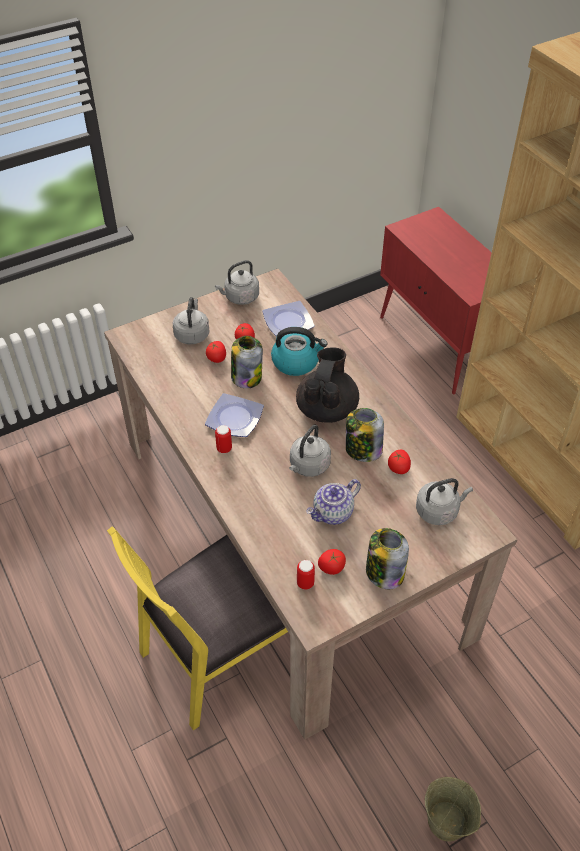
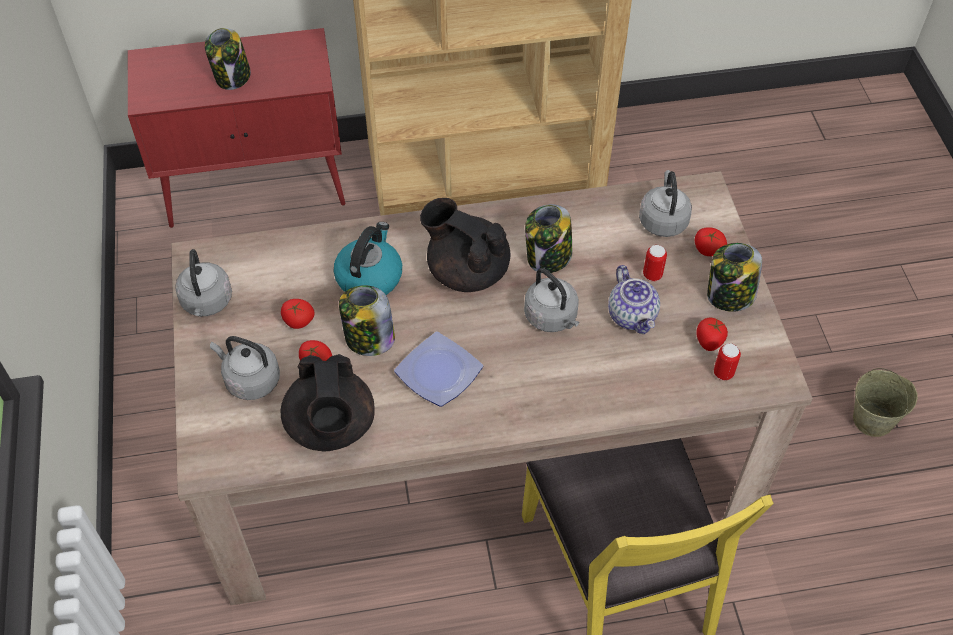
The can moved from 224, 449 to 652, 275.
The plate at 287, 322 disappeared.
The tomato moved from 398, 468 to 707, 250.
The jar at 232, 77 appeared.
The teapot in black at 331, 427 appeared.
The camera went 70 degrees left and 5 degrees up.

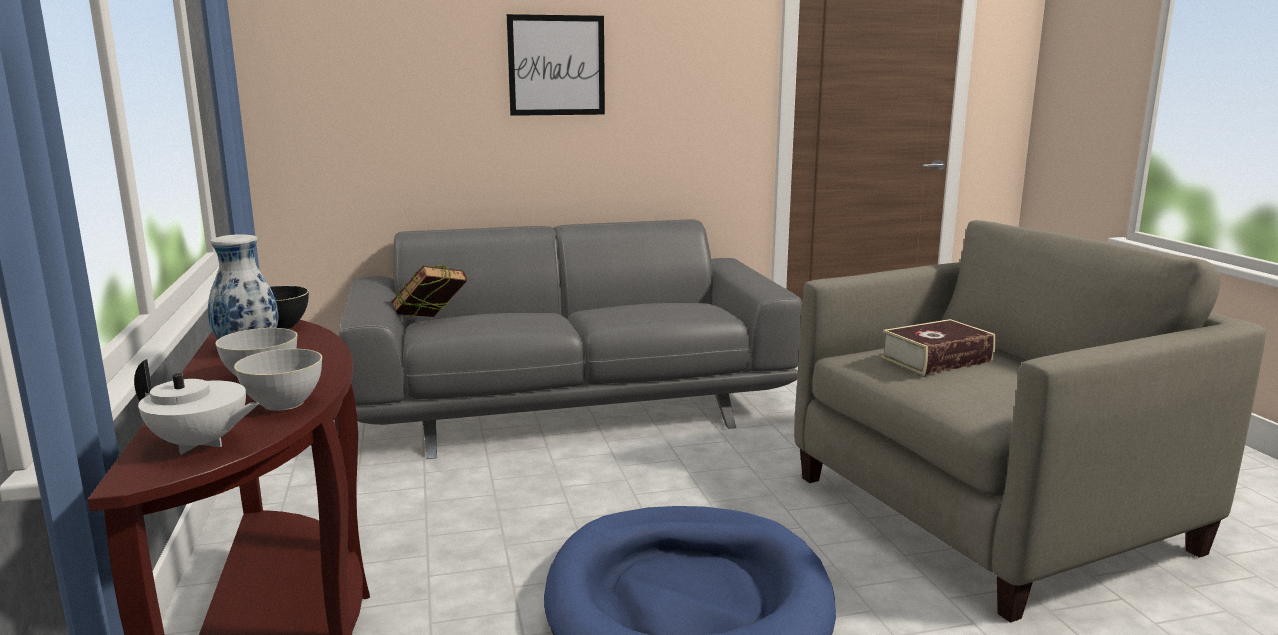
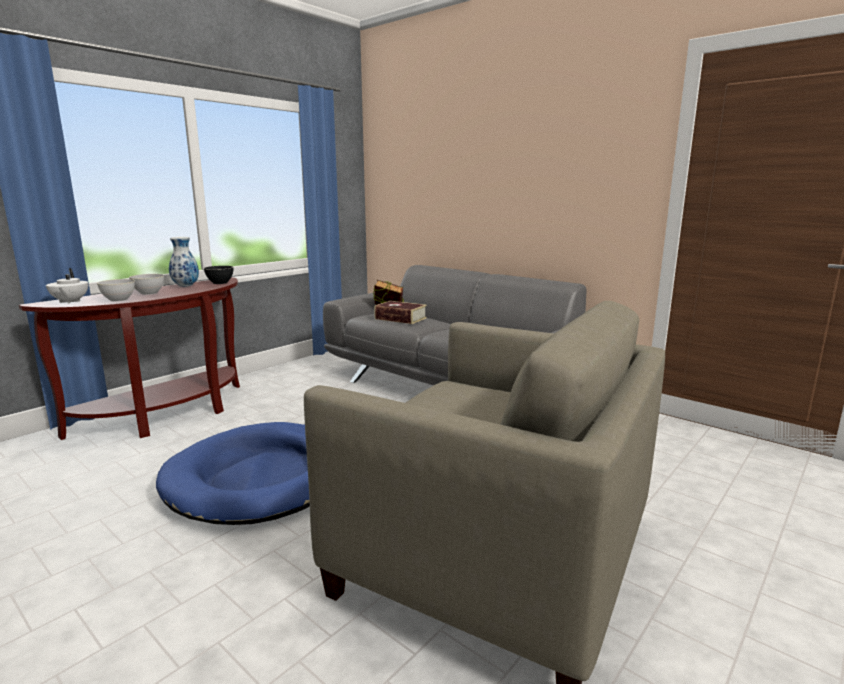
The picture at 556, 65 disappeared.
The book moved from 936, 359 to 400, 318.
The camera went 55 degrees right and 0 degrees up.

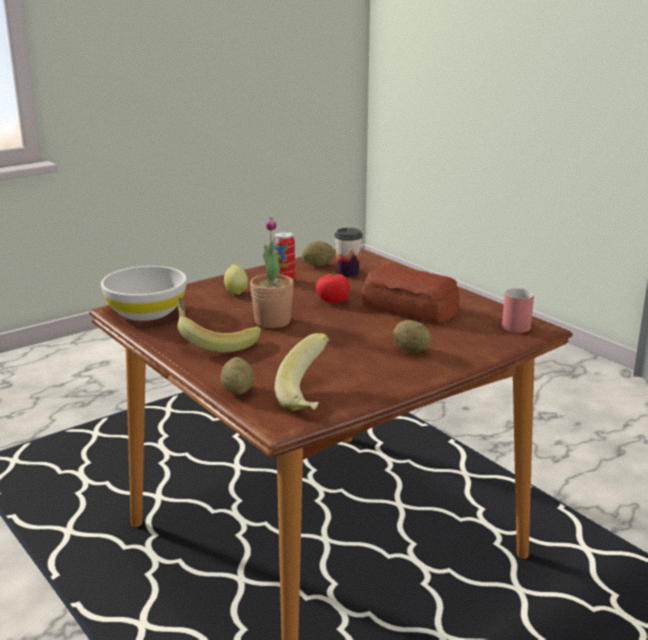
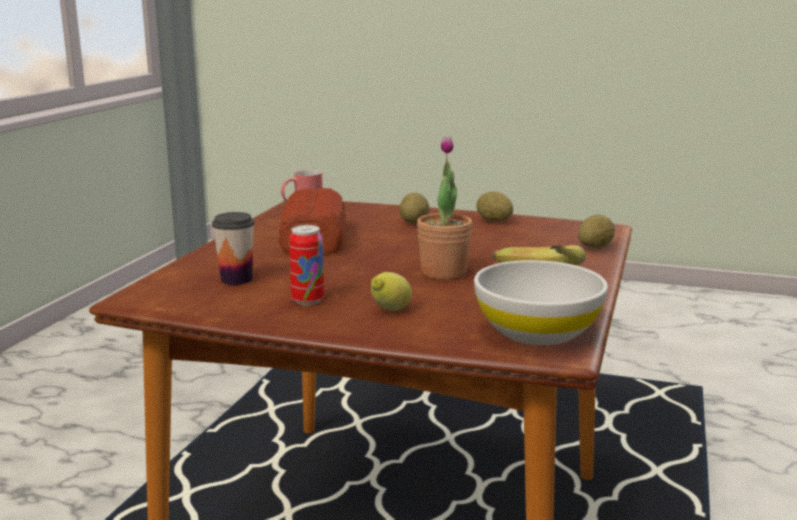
The banana at 310, 397 disappeared.
The potato moved from 318, 265 to 494, 221.
The tomato at 333, 300 disappeared.
The camera went 125 degrees left and 5 degrees down.

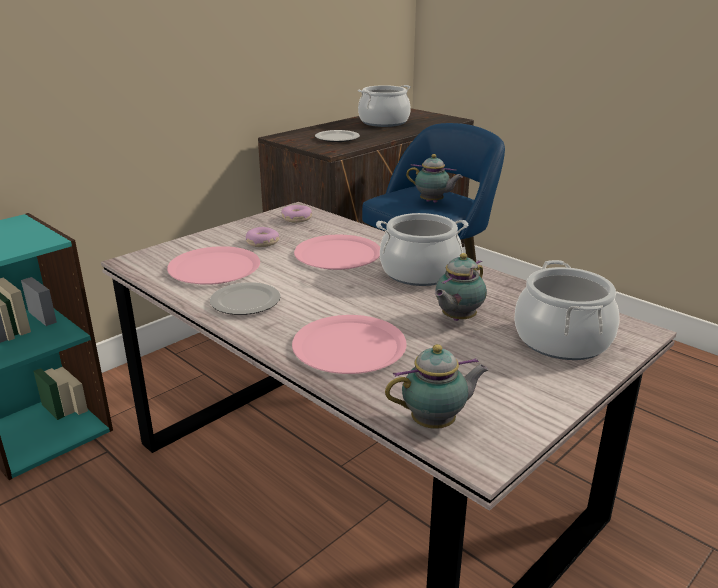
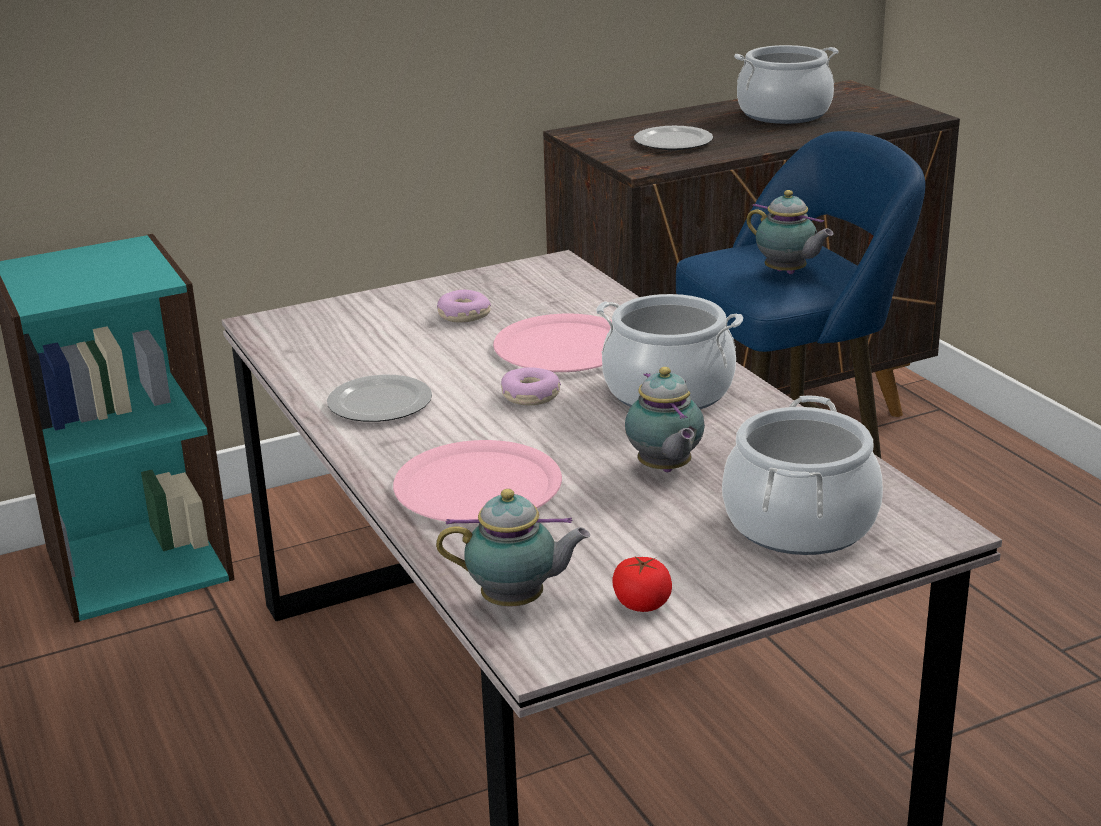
The plate in pink at 214, 268 disappeared.
The donut moved from 297, 219 to 531, 396.
The teapot at 456, 319 turned 75 degrees counterclockwise.
The tomato at 642, 603 appeared.
The camera went 20 degrees right and 0 degrees up.

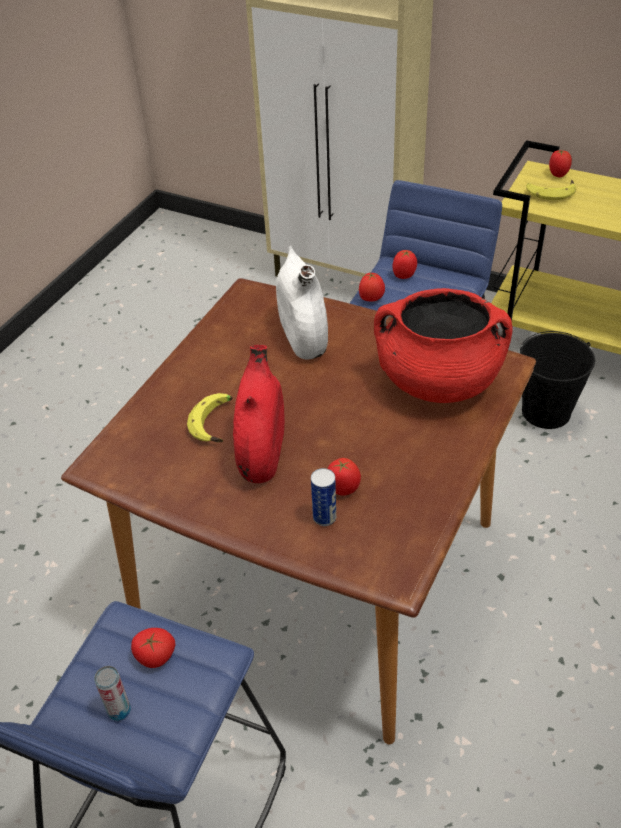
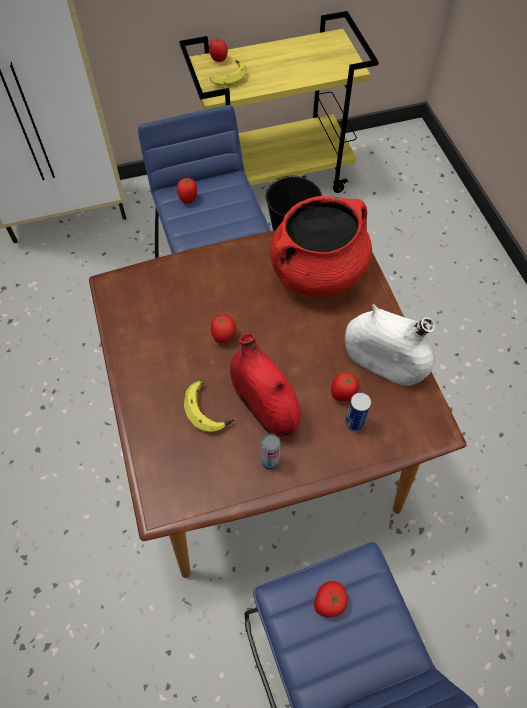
The can moved from 119, 710 to 270, 461.
The vase in white moved from 303, 336 to 383, 363.
The tomato moved from 371, 299 to 224, 336.
The camera went 45 degrees left and 15 degrees up.

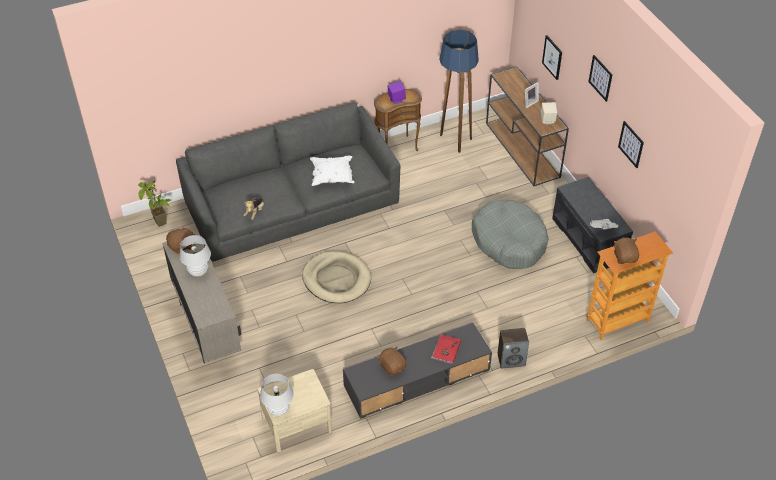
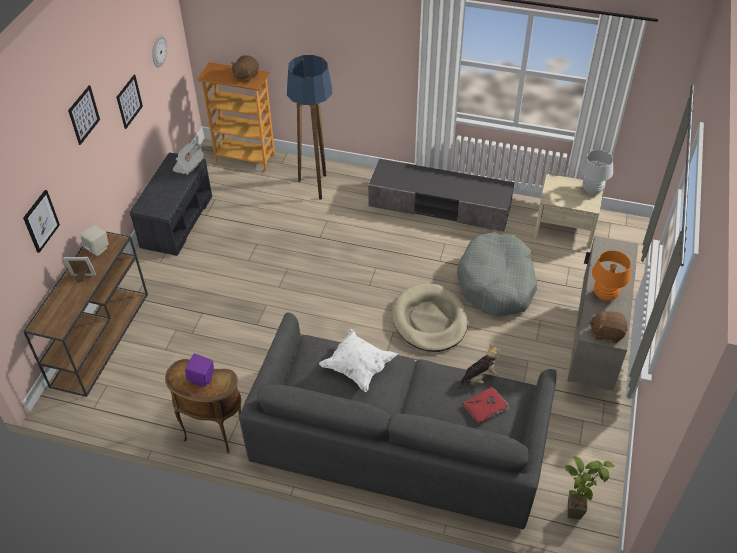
The table lamp in white at 198, 271 became the table lamp in orange at 605, 295.
The plush toy in brown at 392, 366 disappeared.
The book in red moved from 446, 350 to 485, 407.
The floor lamp moved from 454, 140 to 316, 187.
The dog bed in grey moved from 509, 241 to 496, 283.
The speaker at 511, 359 disappeared.
The wall clock at 158, 51 appeared.
The camera went 140 degrees left and 0 degrees up.

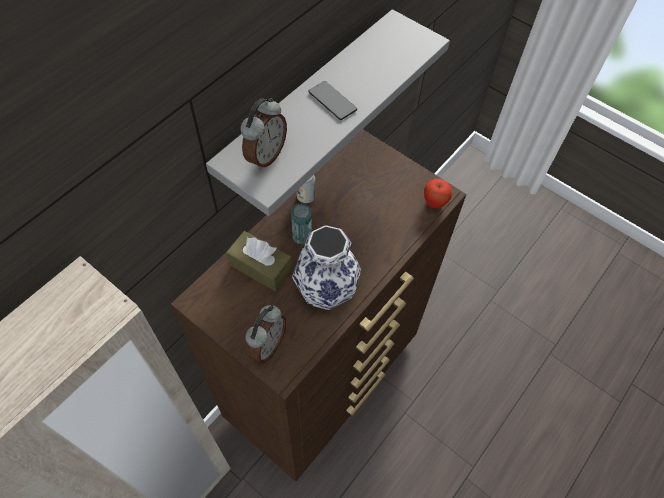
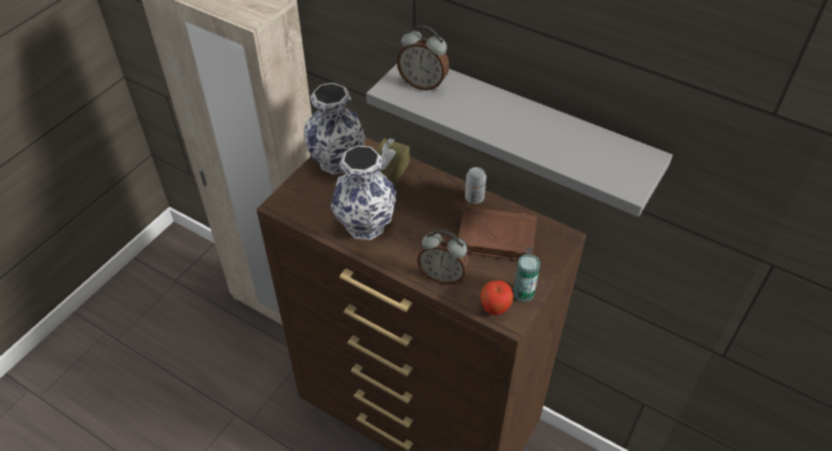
The alarm clock moved from 267, 345 to 443, 276.
The can moved from 302, 236 to 523, 293.
The phone at 332, 101 disappeared.
The vase at 336, 161 appeared.
The book in brown at 495, 238 appeared.
The camera went 85 degrees right and 10 degrees down.

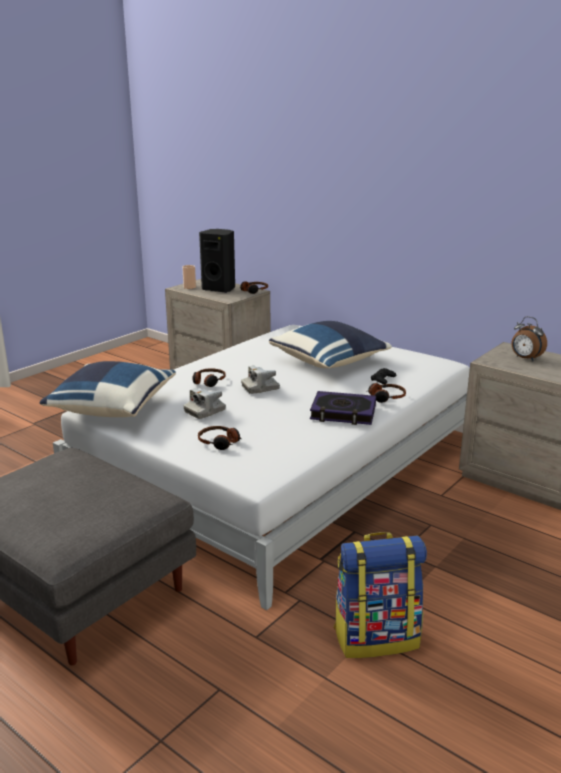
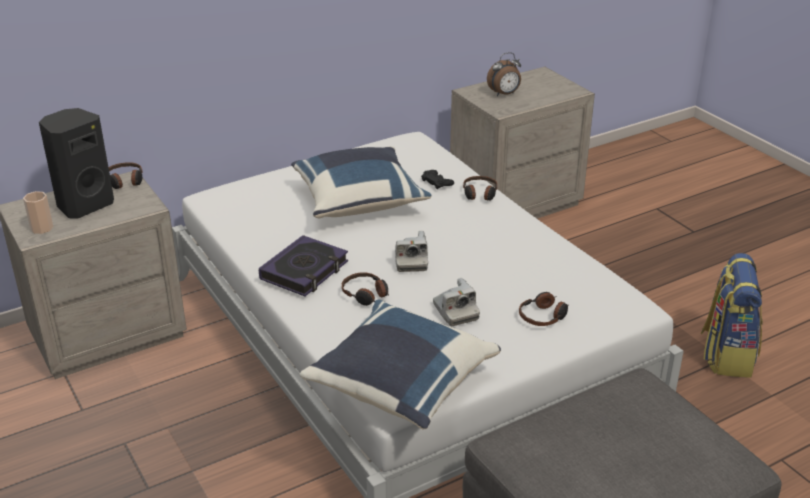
The book moved from 343, 413 to 304, 271.
The camera went 70 degrees left and 10 degrees up.

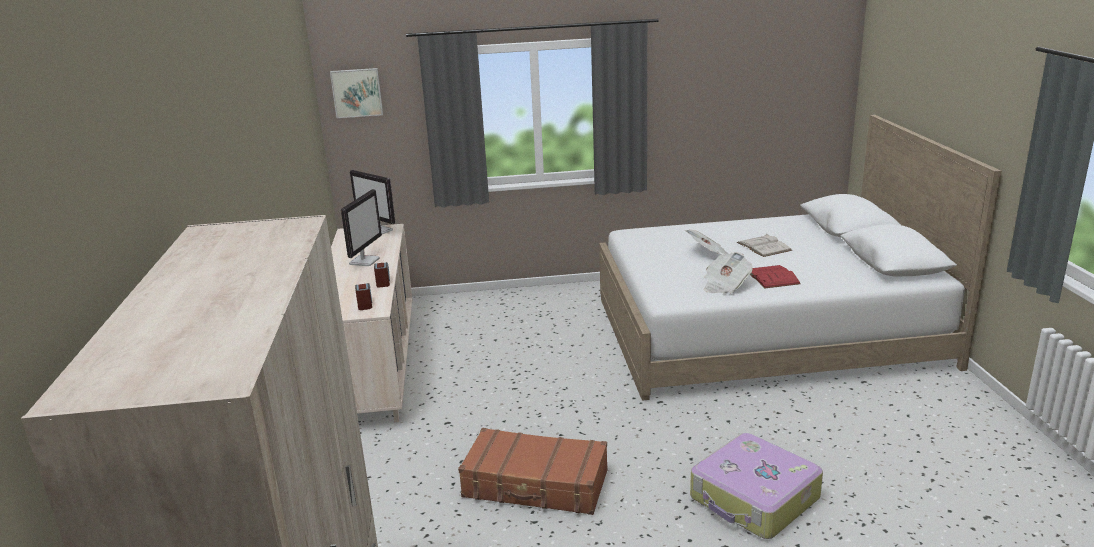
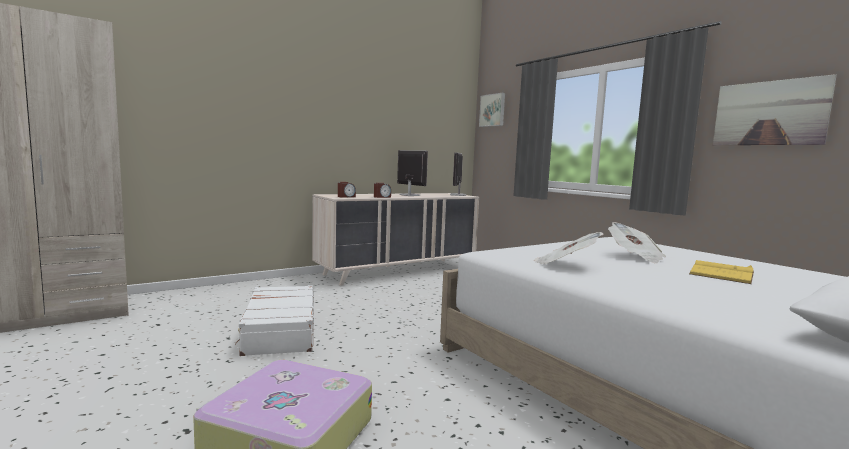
The monitor at 364, 261 turned 120 degrees counterclockwise.
The suitcase in brown at 535, 485 became the suitcase in white at 279, 331.
The book in white at 764, 246 became the book in yellow at 722, 273.
The book in red at 772, 277 disappeared.
The picture at 769, 113 appeared.
The camera went 60 degrees right and 15 degrees down.

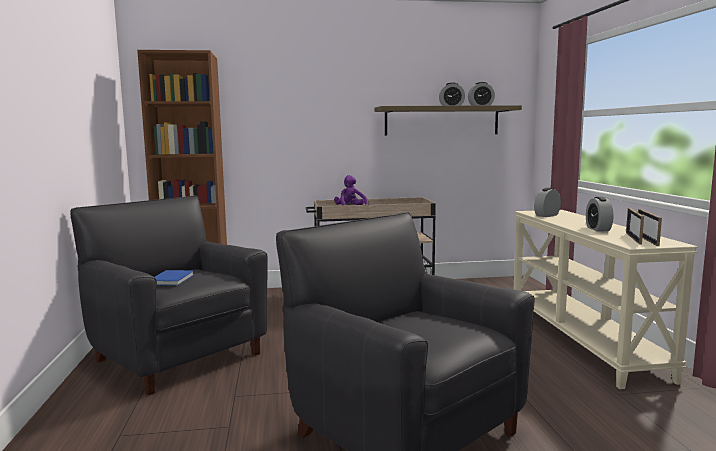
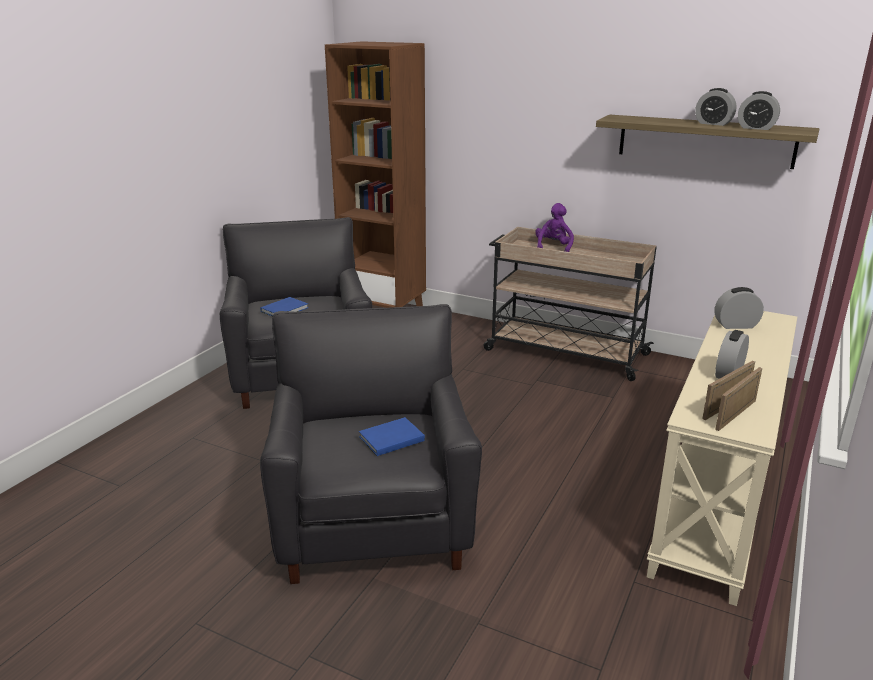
The book in blue at 389, 439 appeared.
The camera went 35 degrees right and 15 degrees up.

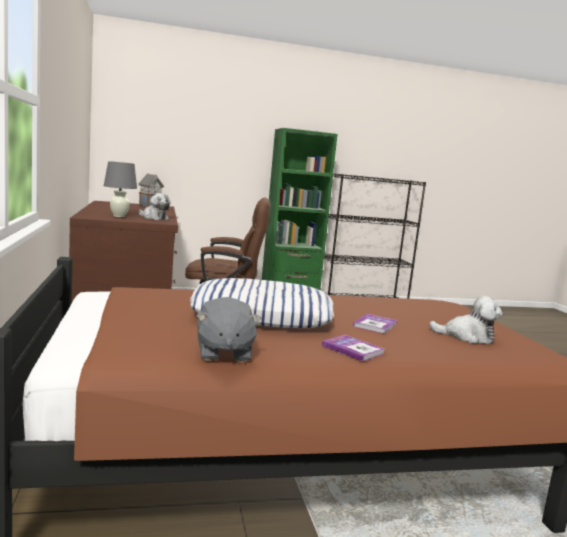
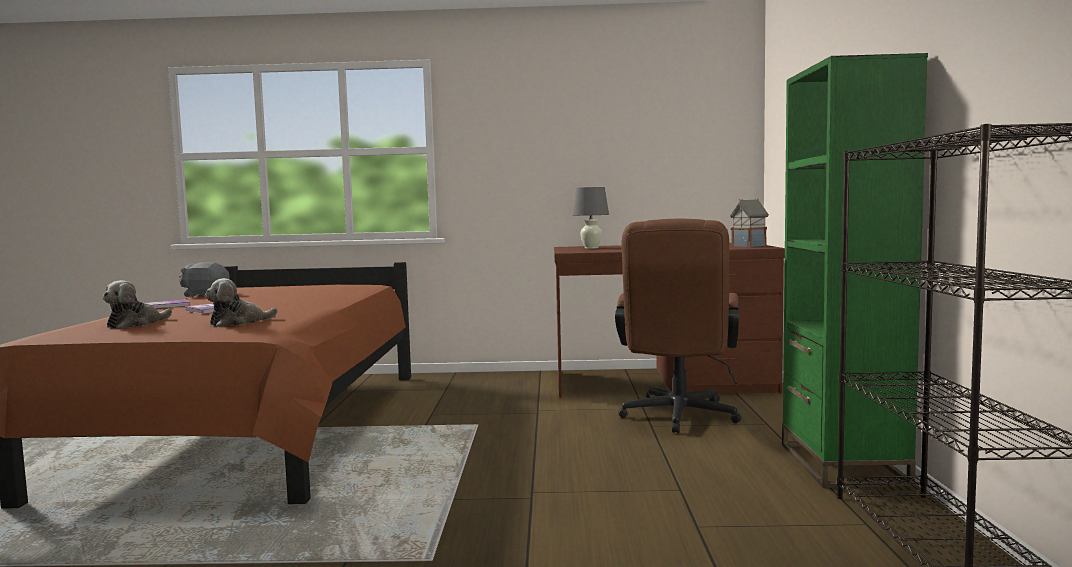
The plush toy moved from 154, 218 to 239, 322.
The pillow at 262, 315 disappeared.
The camera went 105 degrees right and 5 degrees down.

